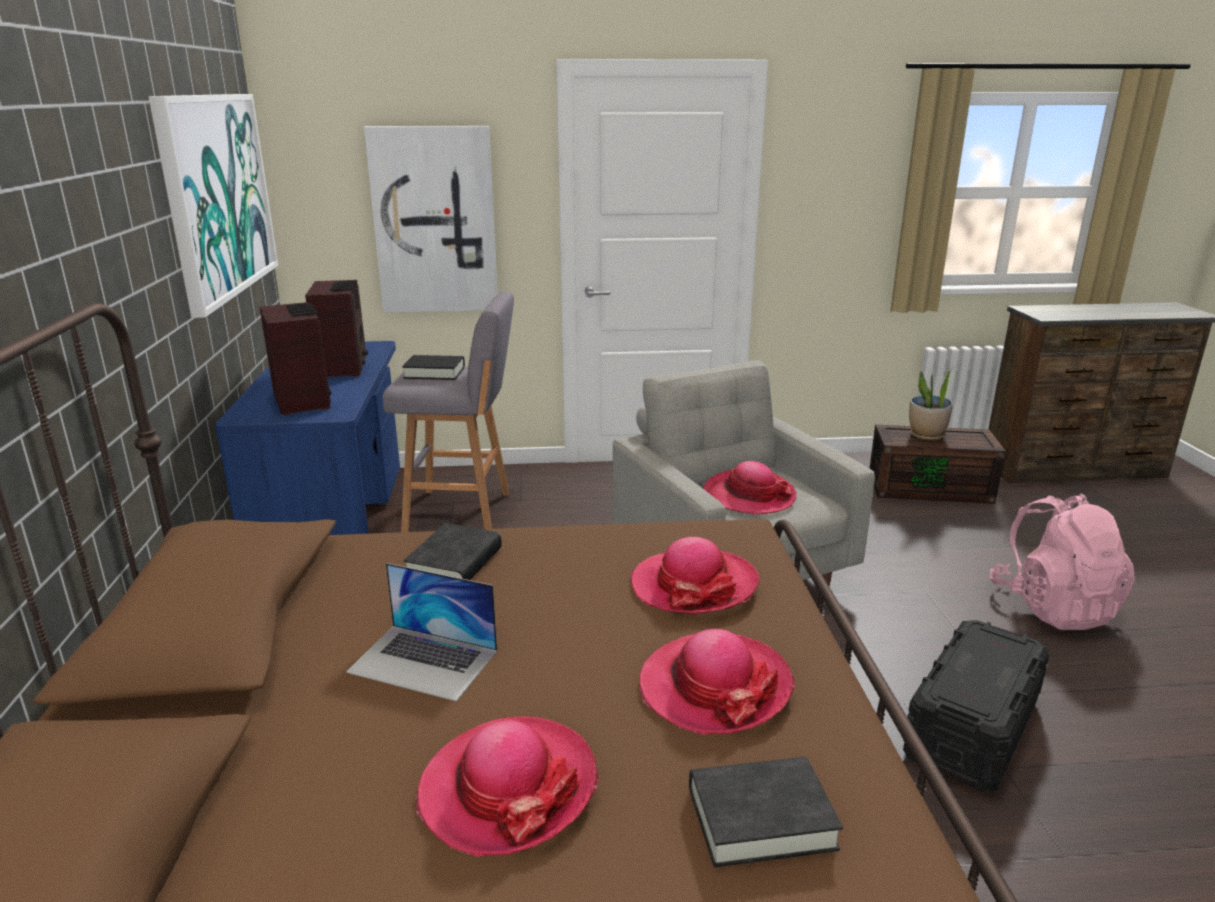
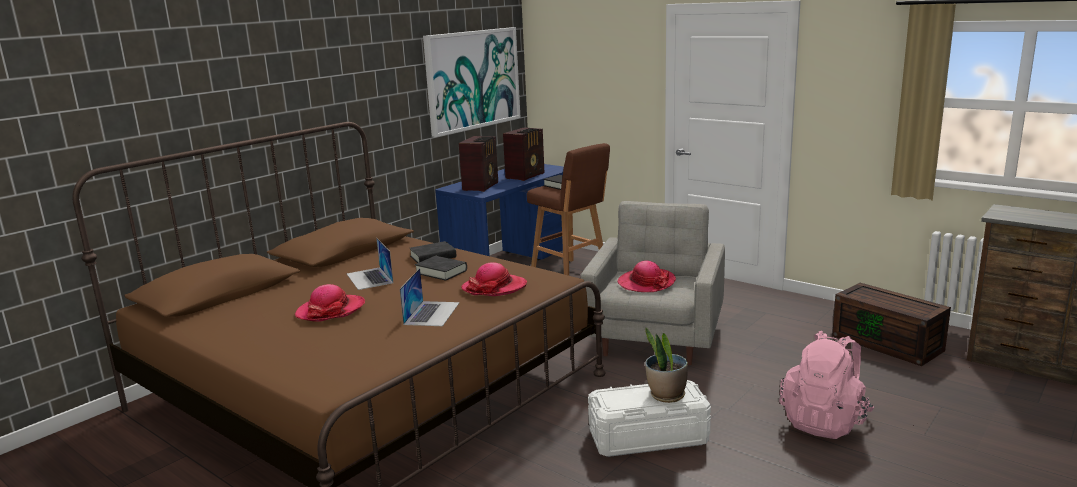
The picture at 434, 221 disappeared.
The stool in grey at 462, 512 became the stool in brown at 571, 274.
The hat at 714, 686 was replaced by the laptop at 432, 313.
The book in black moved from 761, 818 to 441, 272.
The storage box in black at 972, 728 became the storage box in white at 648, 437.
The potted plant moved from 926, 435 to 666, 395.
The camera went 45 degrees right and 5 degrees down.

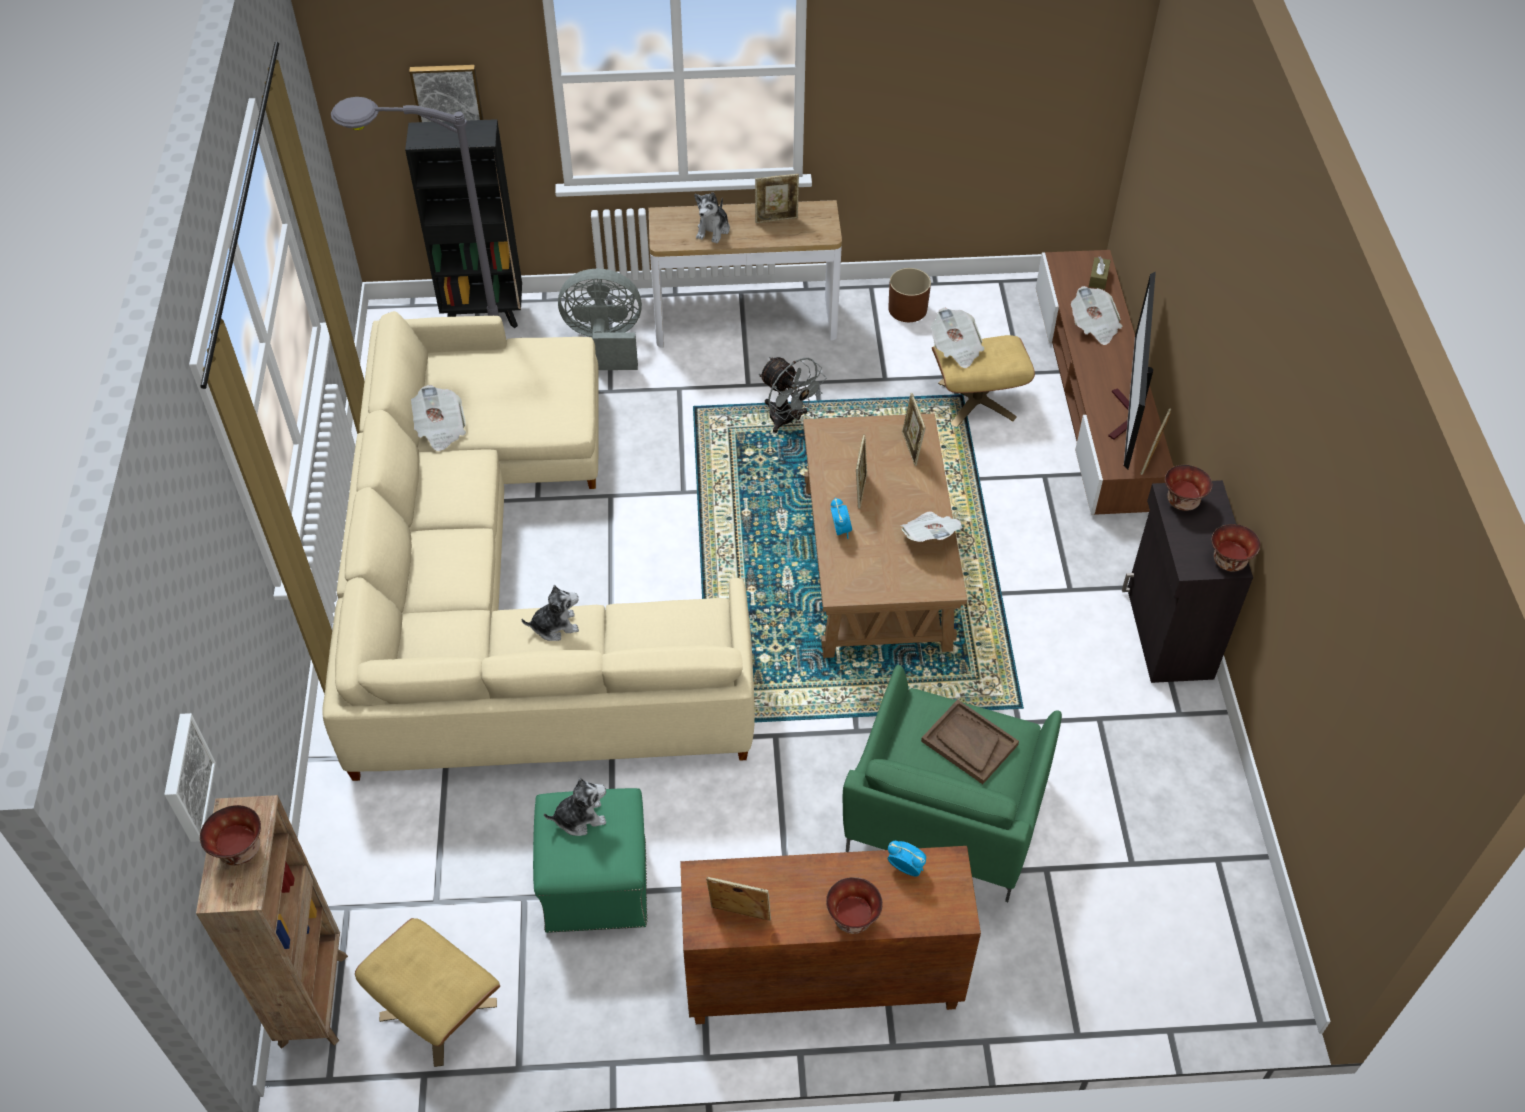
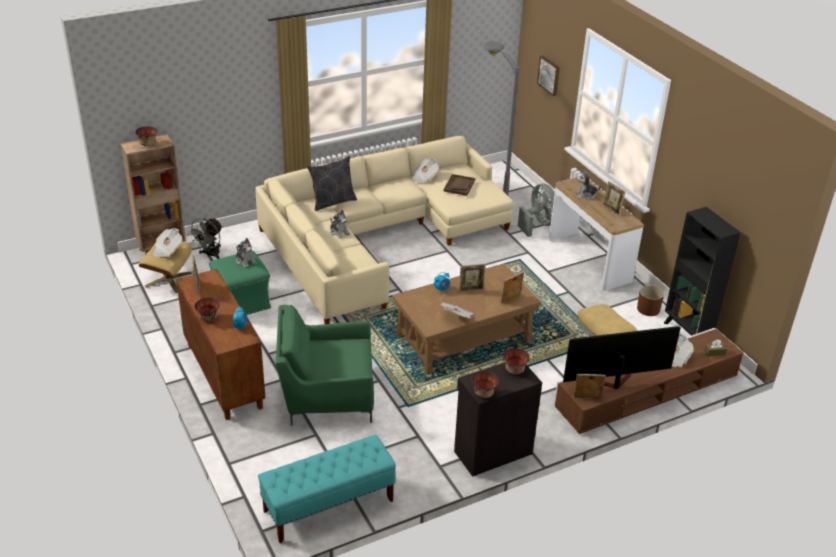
The picture at 185, 778 disappeared.
The bookcase in black moved from 484, 314 to 687, 332.
The fan in grey moved from 788, 420 to 210, 254.
The tray in brown moved from 969, 743 to 459, 186.
The newspaper moved from 956, 349 to 167, 250.
The bench in turquoise at 328, 506 appeared.
The pillow in grey at 332, 202 appeared.
The camera went 65 degrees right and 15 degrees down.

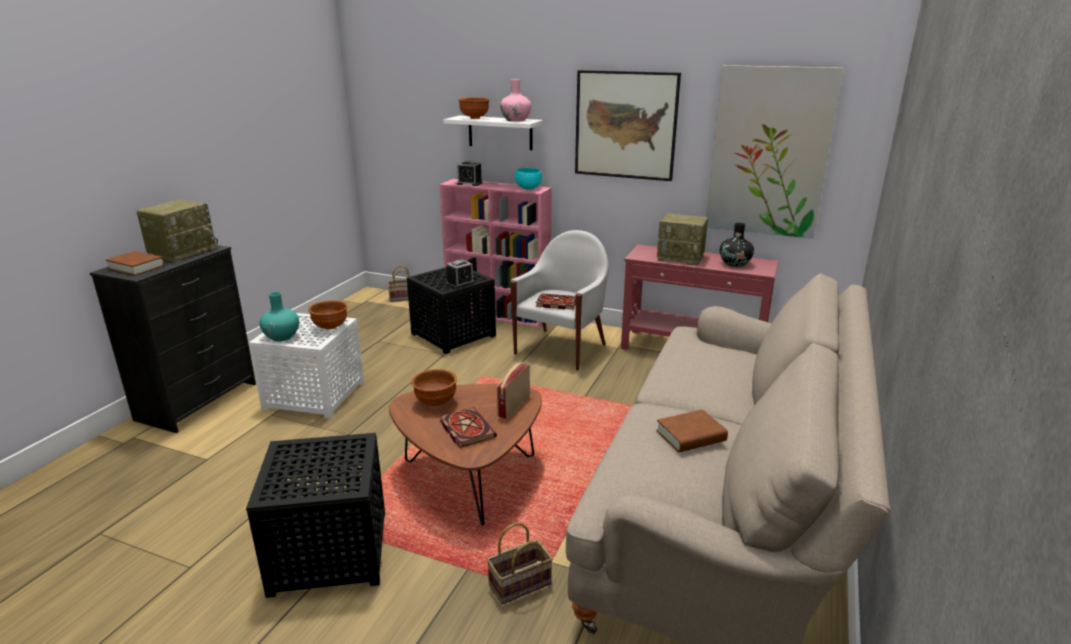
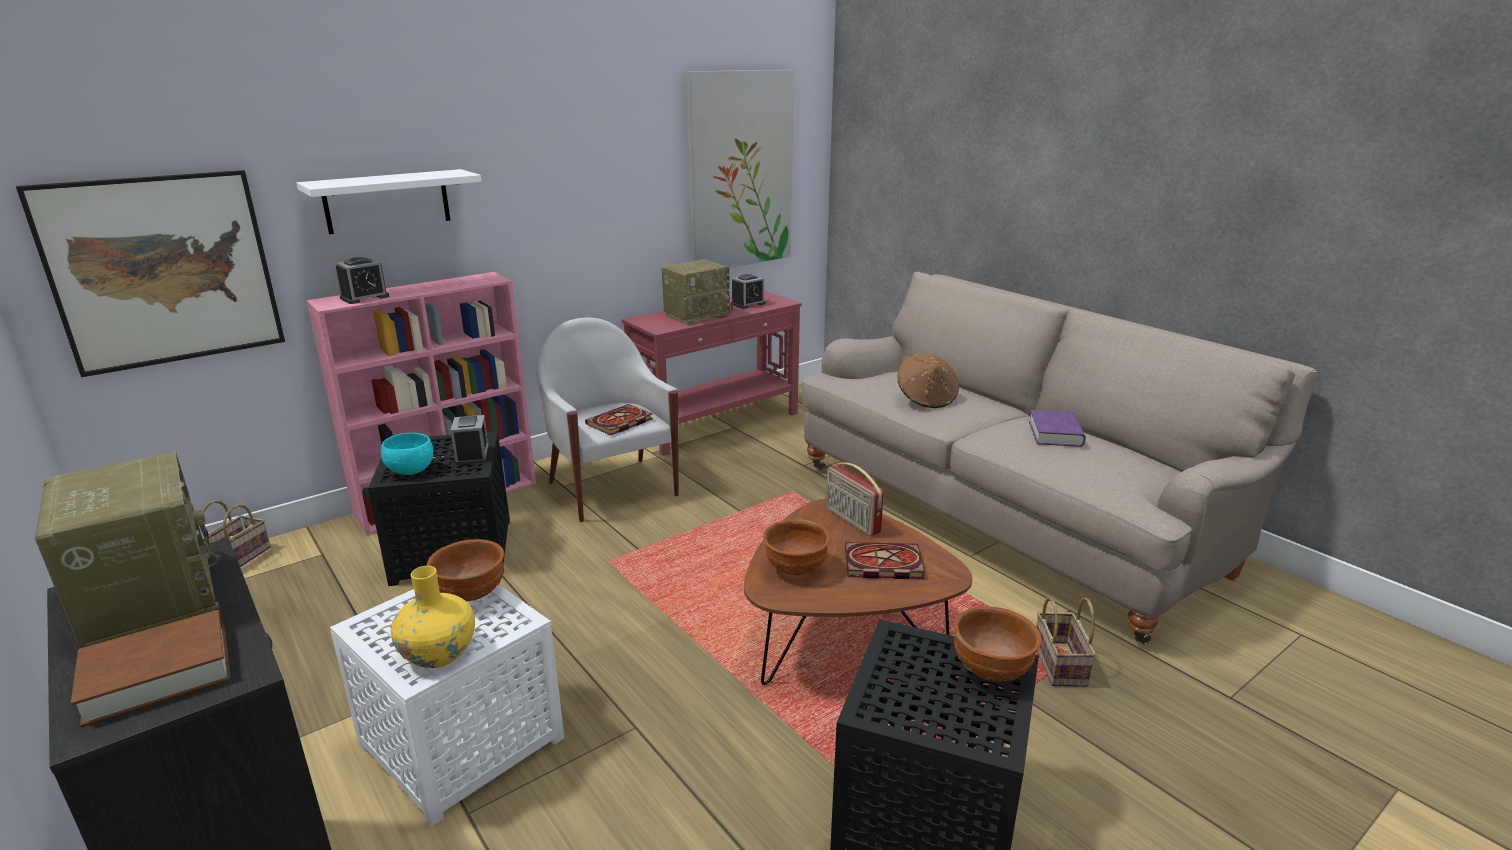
The vase in turquoise at 282, 337 became the vase in yellow at 439, 654.
The bowl in brown moved from 474, 118 to 992, 671.
The vase in pink at 515, 120 disappeared.
The bowl in turquoise moved from 528, 188 to 411, 471.
The picture moved from 625, 125 to 163, 270.
The book in brown at 690, 436 became the book in purple at 1055, 434.
The vase in black at 735, 264 was replaced by the alarm clock at 748, 304.
The hat in brown at 926, 399 appeared.
The camera went 60 degrees left and 0 degrees up.

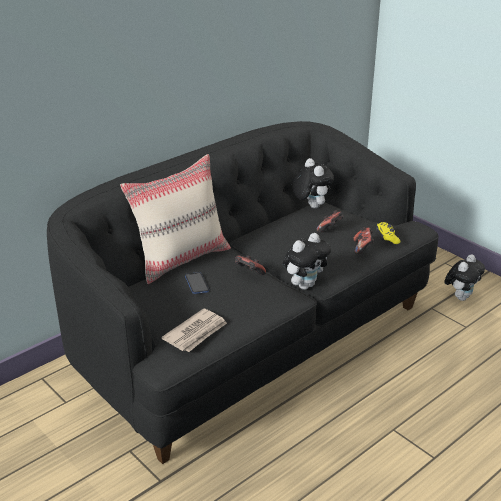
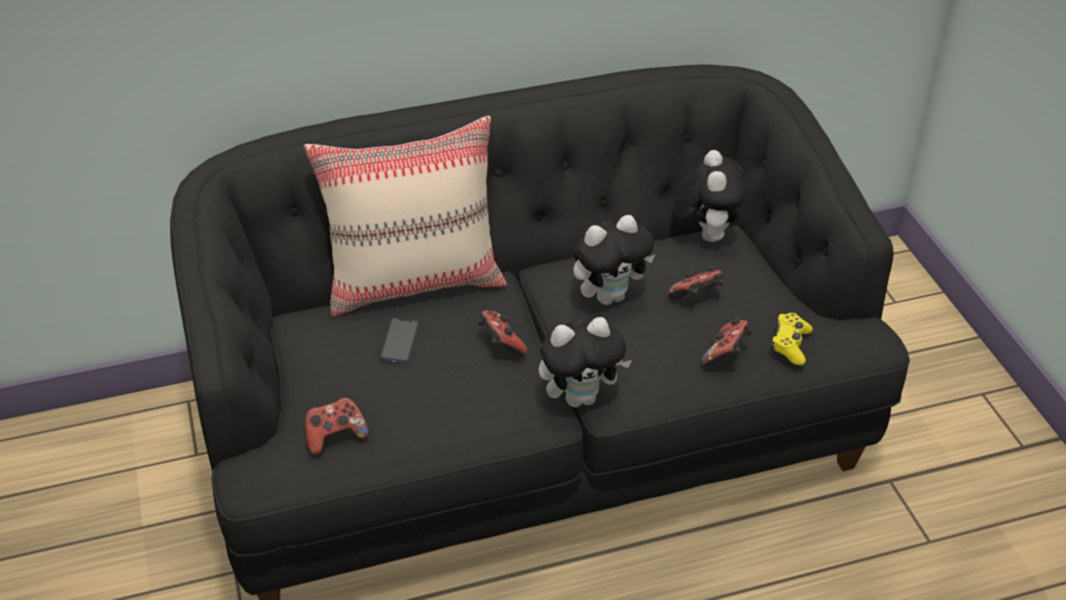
The newspaper at 196, 333 was replaced by the game controller at 335, 437.
The plush toy moved from 460, 297 to 610, 296.
The camera went 25 degrees right and 10 degrees up.

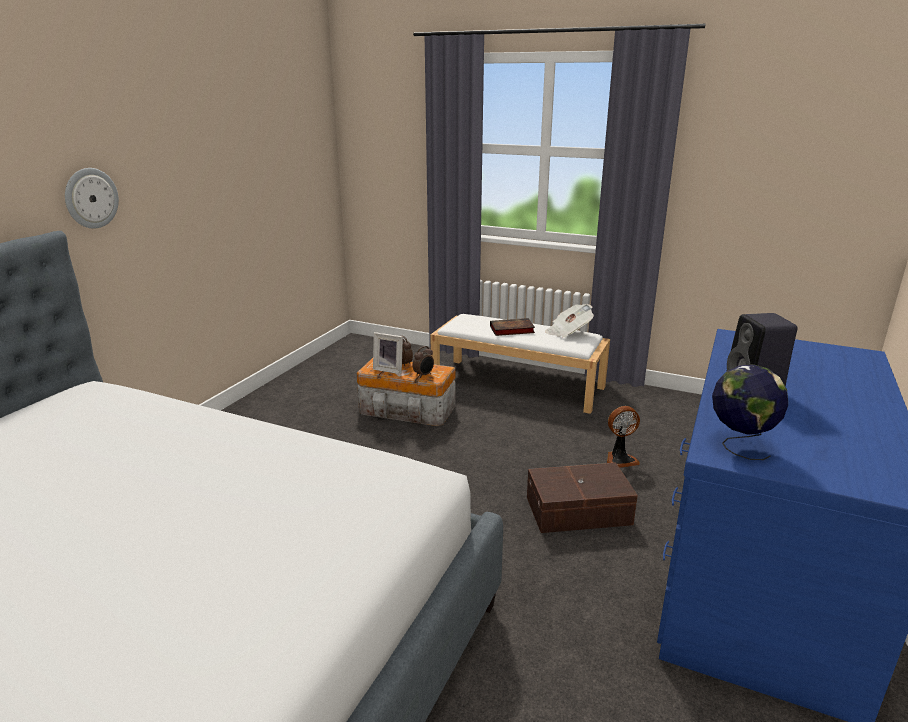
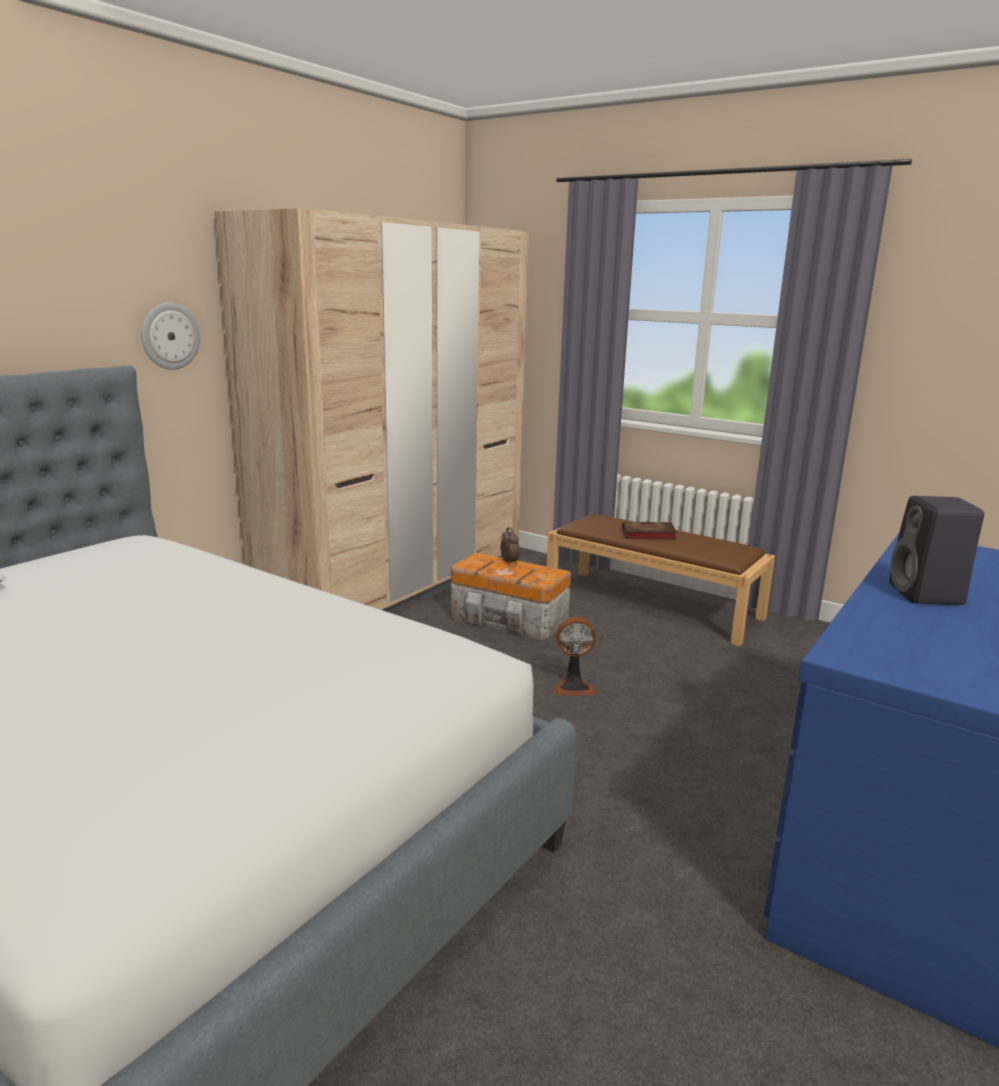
The picture frame at 389, 369 disappeared.
The alarm clock at 424, 375 disappeared.
The bench in white at 518, 384 became the bench in brown at 654, 605.
The storage box in brown at 579, 511 disappeared.
The newspaper at 568, 332 disappeared.
The fan moved from 620, 459 to 573, 687.
The globe at 739, 445 disappeared.
The wardrobe in beige at 399, 582 appeared.
The camera went 10 degrees right and 5 degrees down.

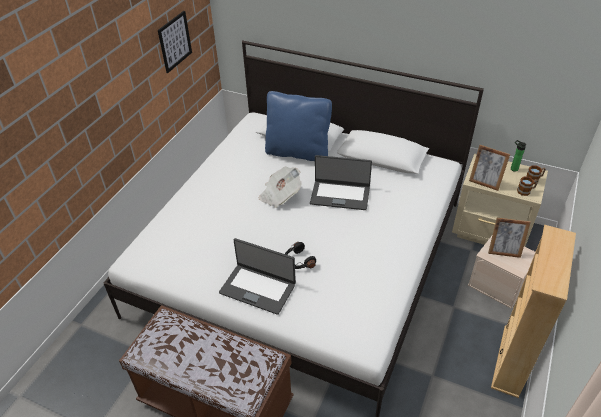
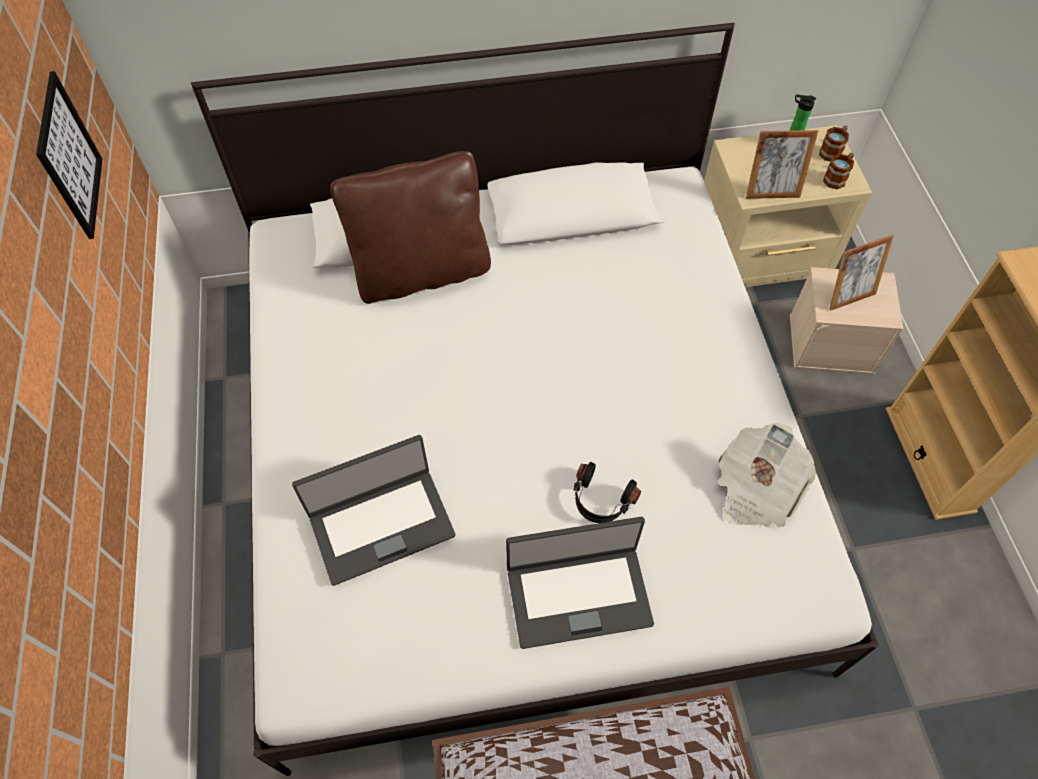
The newspaper moved from 280, 195 to 755, 489.
The pillow in blue at 298, 152 became the pillow in brown at 421, 272.
The laptop moved from 340, 195 to 381, 524.
The camera went 35 degrees left and 15 degrees up.

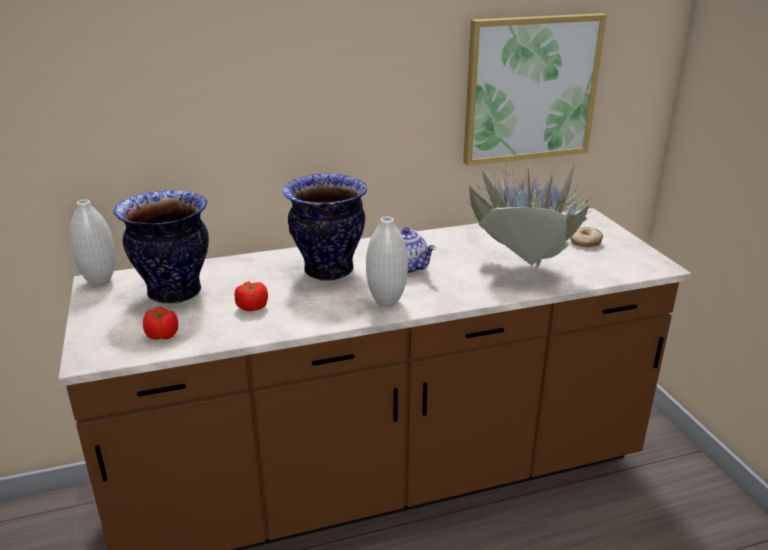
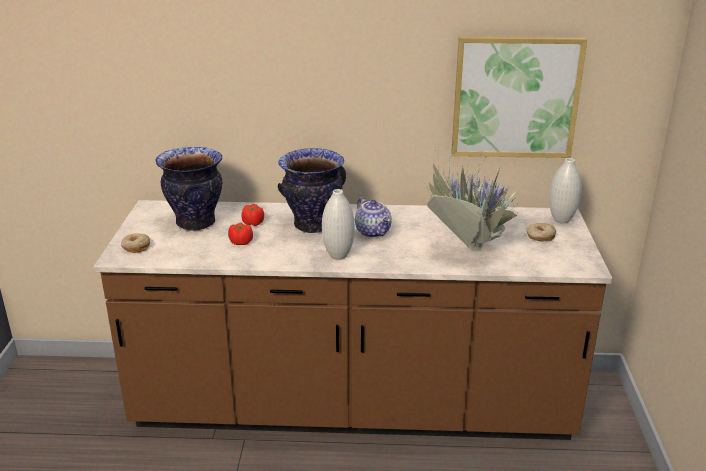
The vase in white moved from 100, 281 to 561, 220.
The tomato moved from 162, 335 to 253, 223.
The donut at 135, 247 appeared.
The camera went 20 degrees right and 0 degrees up.

